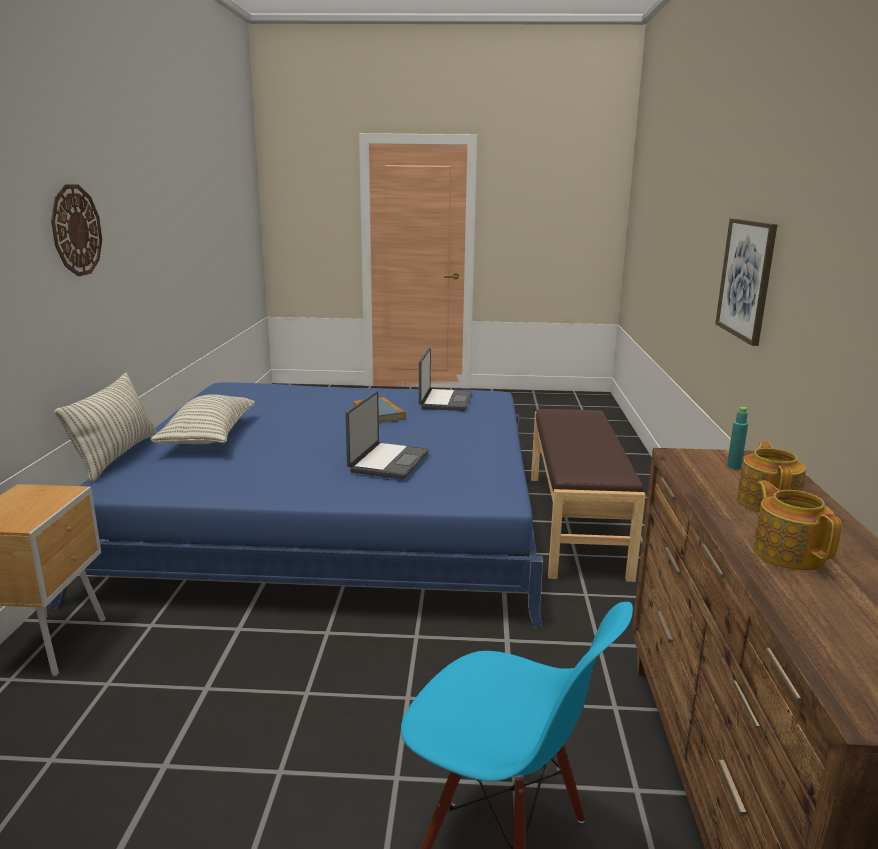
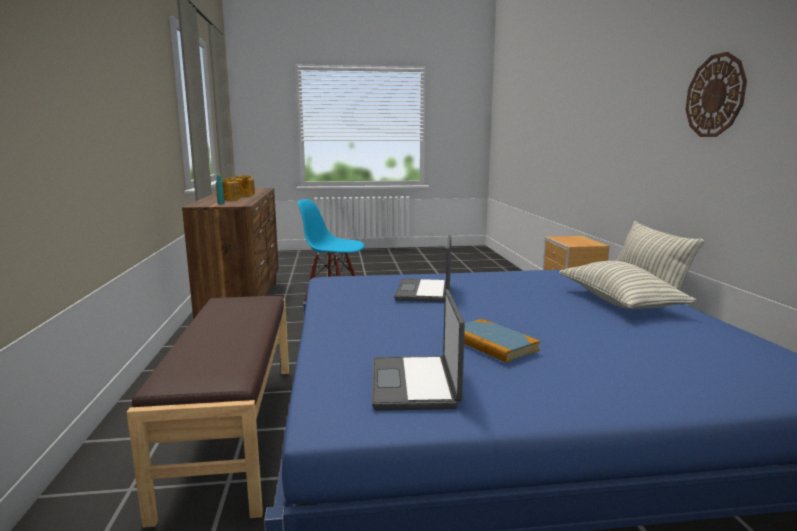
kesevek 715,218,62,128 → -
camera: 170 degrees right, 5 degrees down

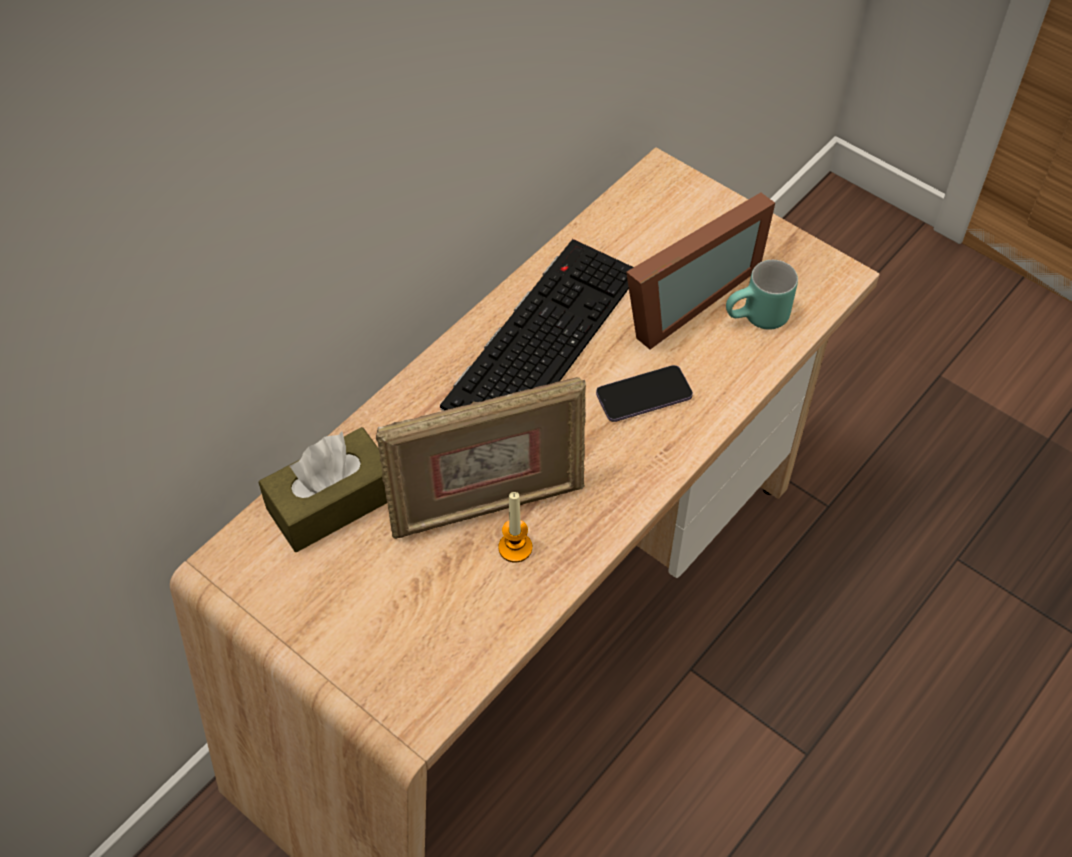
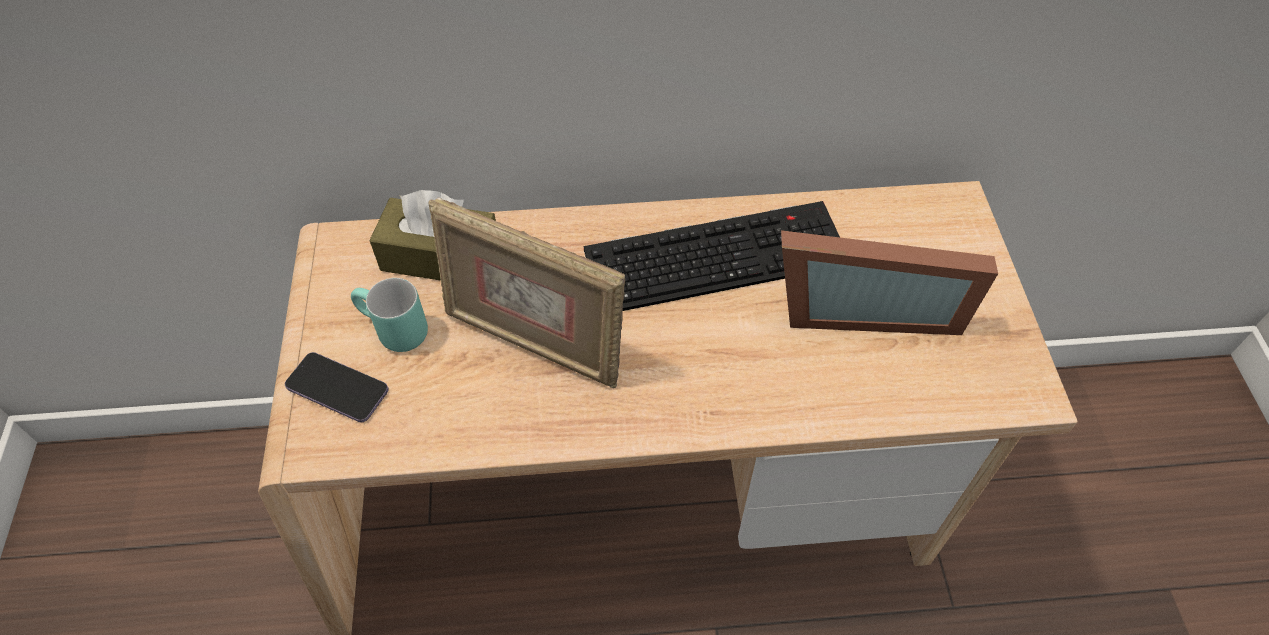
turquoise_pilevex 726,260,72,70 → turquoise_pilevex 351,278,77,74, relocated
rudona 596,365,97,57 → rudona 285,352,104,70, relocated
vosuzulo 498,492,34,71 → -
camera: 45 degrees right, 0 degrees up

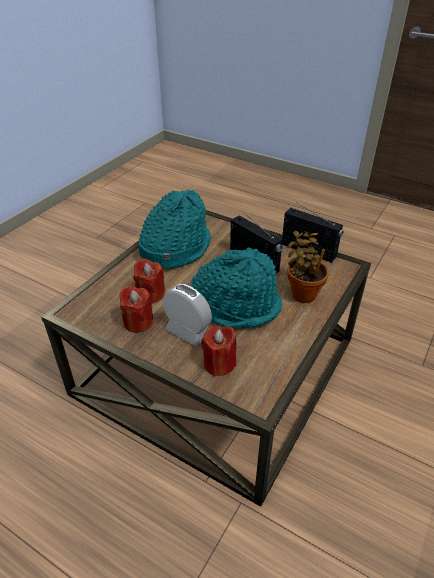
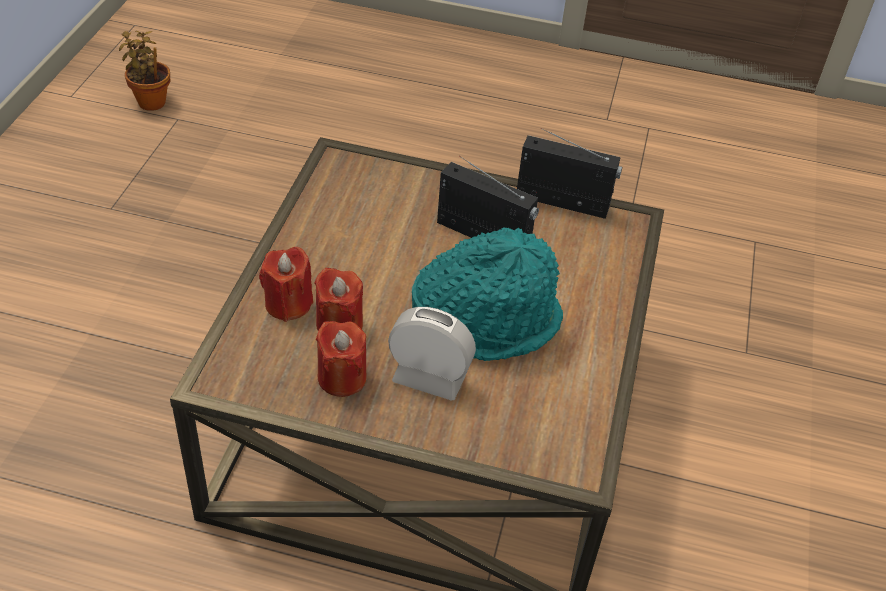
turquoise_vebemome 138,189,73,80 → -
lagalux 287,231,42,72 → lagalux 119,31,51,80, relocated
red_vosuzulo 201,326,36,51 → red_vosuzulo 259,247,54,75, relocated
camera: 20 degrees left, 5 degrees up

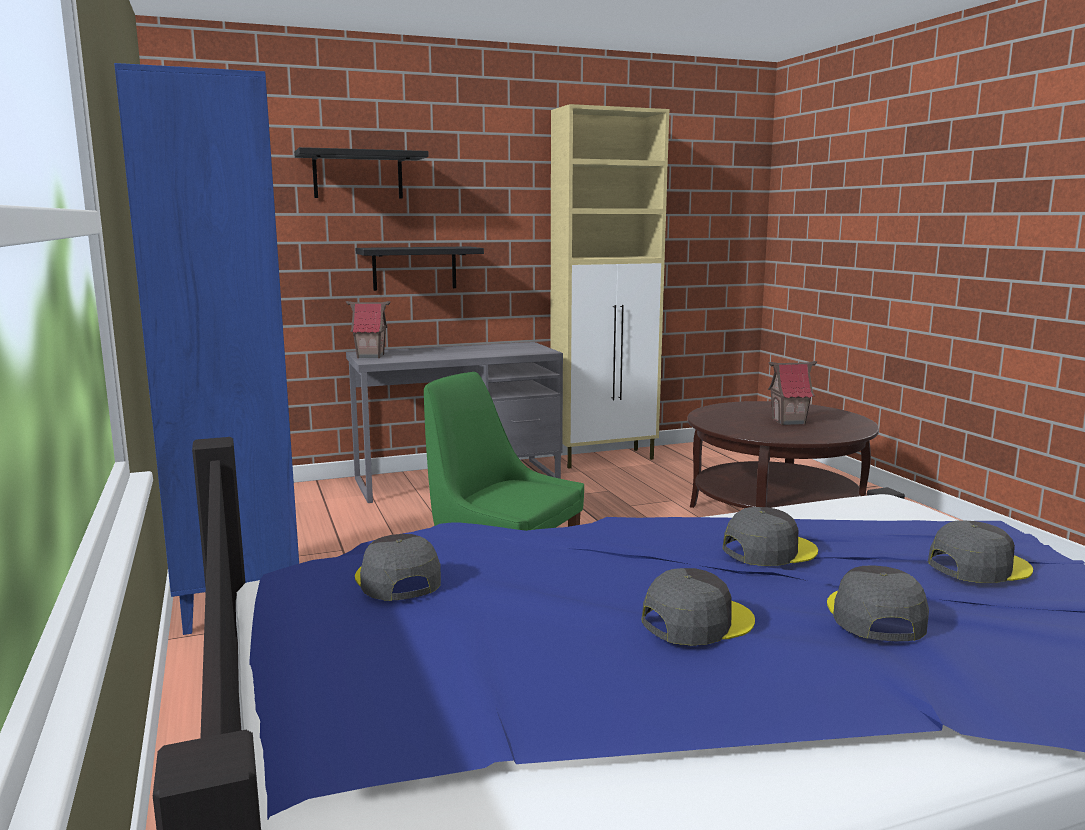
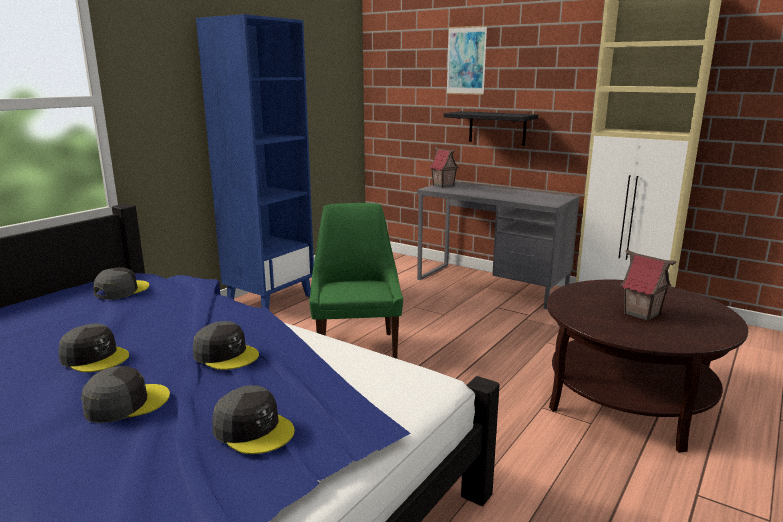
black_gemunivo 294,147,135,52 → kesevek 446,25,41,70
camera: 55 degrees right, 5 degrees up

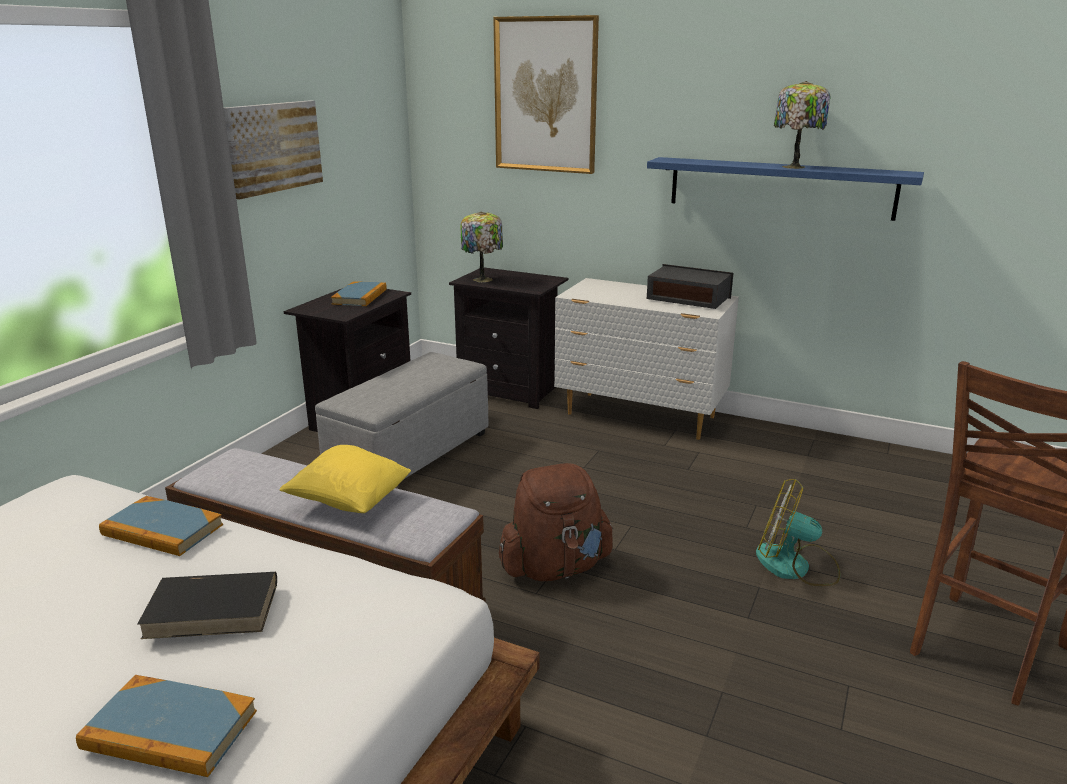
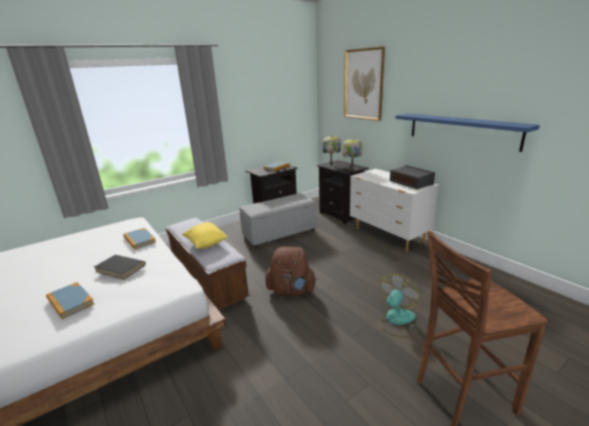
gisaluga 774,81,56,88 → gisaluga 343,139,19,32, relocated
kesevek 224,100,99,100 → -
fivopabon 756,479,84,107 → fivopabon 380,274,40,64, 75 degrees clockwise
camera: 30 degrees right, 0 degrees up

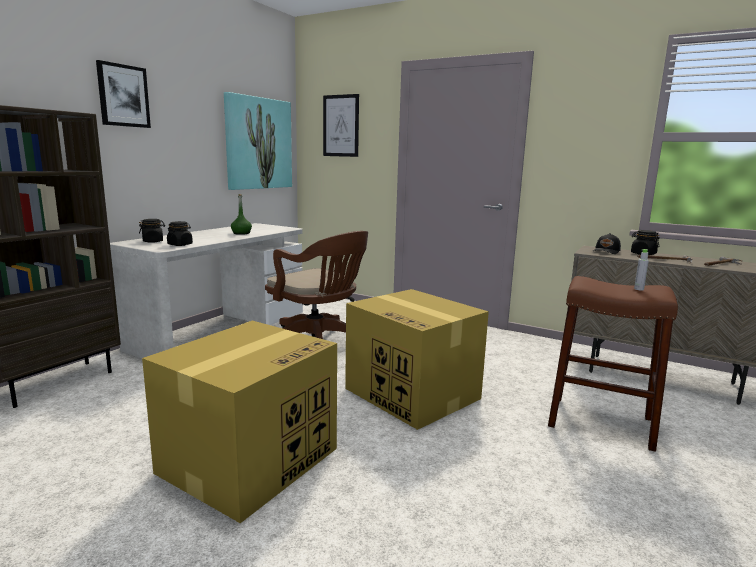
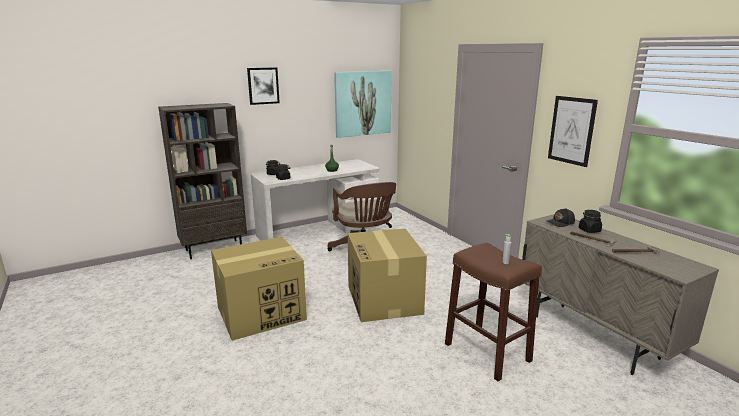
kesevek 323,94,36,63 → kesevek 548,96,50,71, relocated
camera: 30 degrees right, 5 degrees up

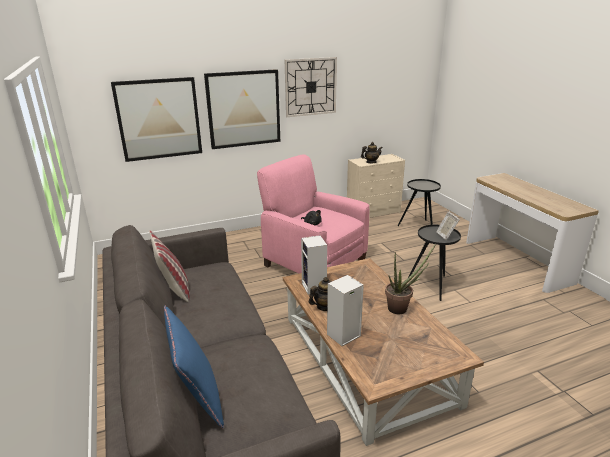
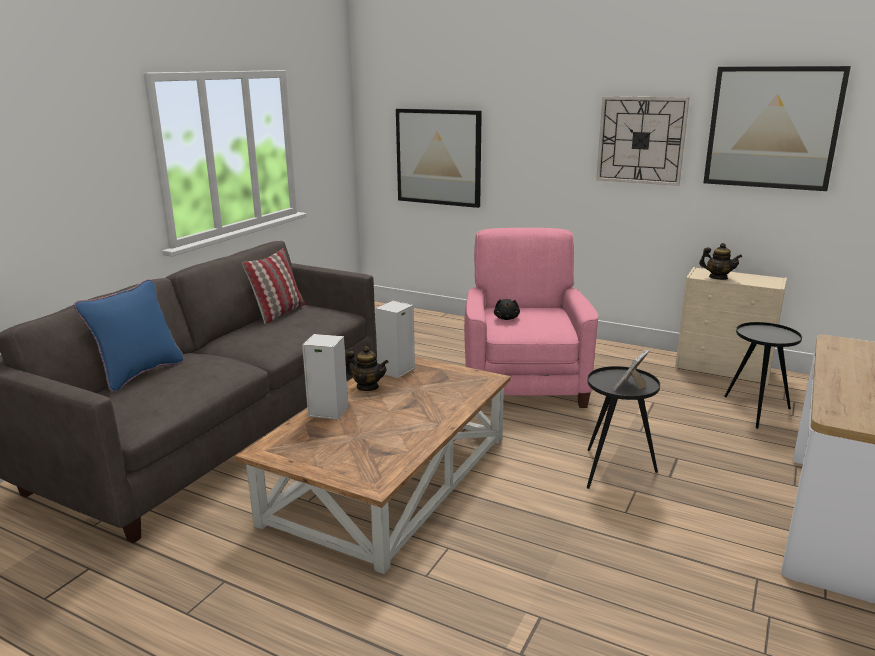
kesevek 204,69,76,80 → kesevek 703,66,148,125, relocated
lagalux 385,244,51,70 → -
camera: 50 degrees right, 5 degrees down

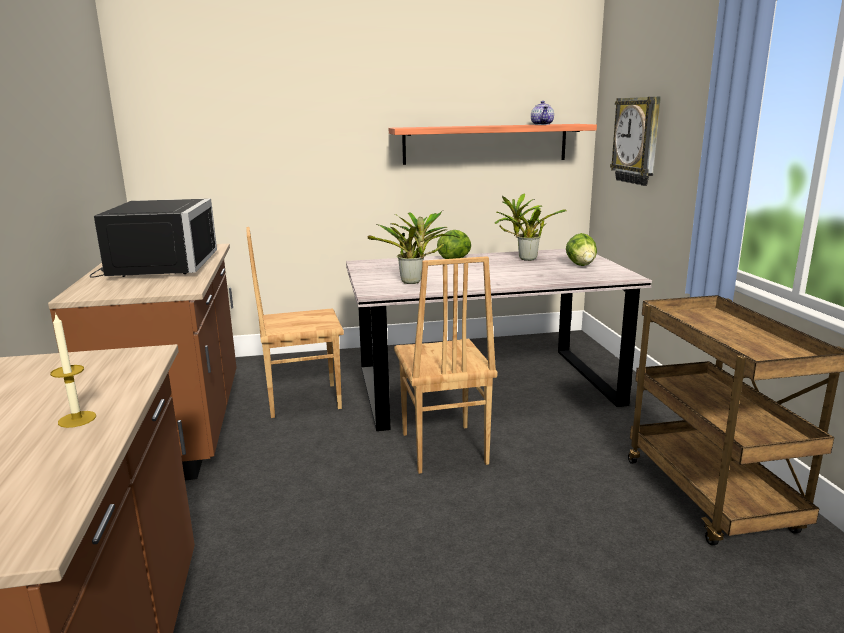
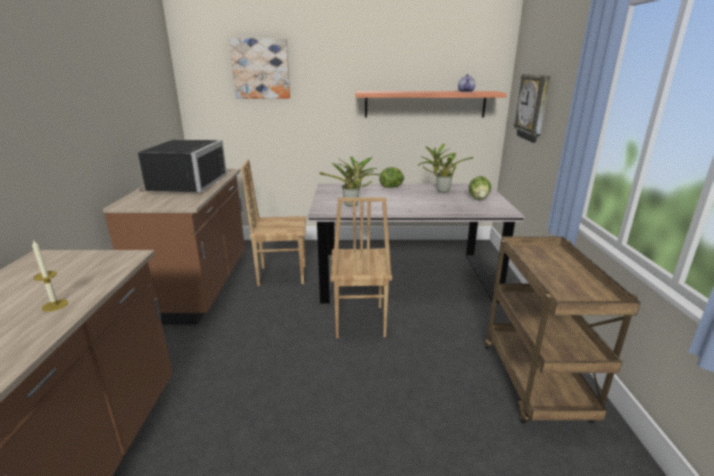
- → kesevek 229,38,61,60
camera: 10 degrees right, 5 degrees up

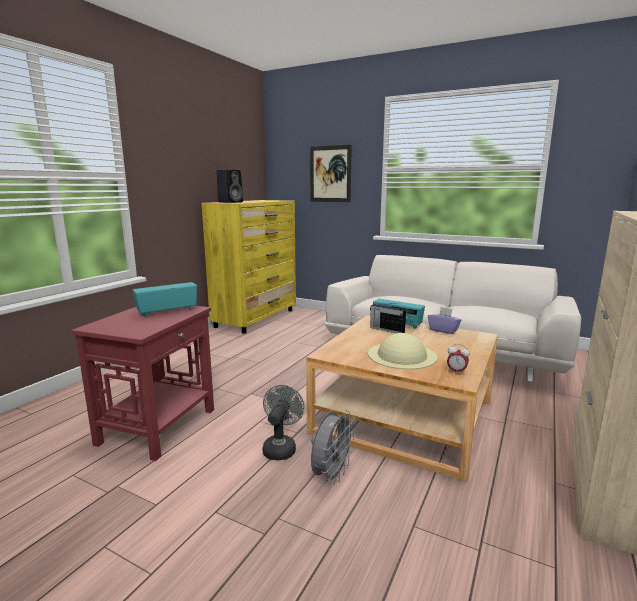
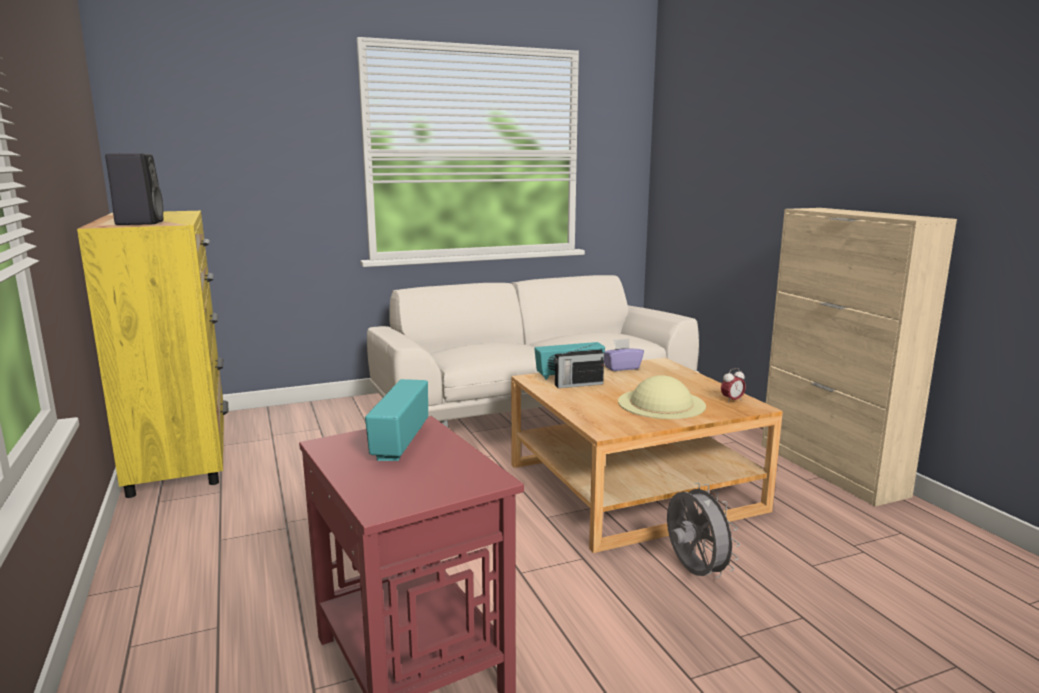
kesevek 310,145,42,57 → -
grey_fivopabon 262,385,42,76 → -
camera: 50 degrees left, 0 degrees up

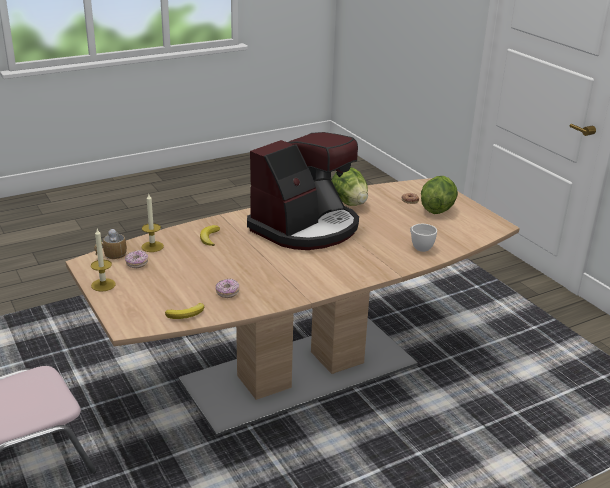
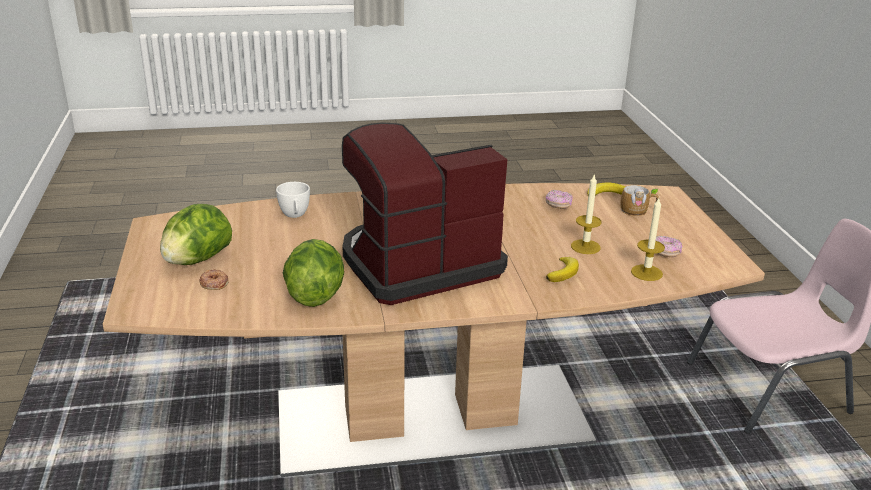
vosuzulo 91,229,25,62 → vosuzulo 571,175,31,79, relocated
pilevex 94,229,33,30 → pilevex 620,185,39,31, relocated
camera: 160 degrees left, 0 degrees up

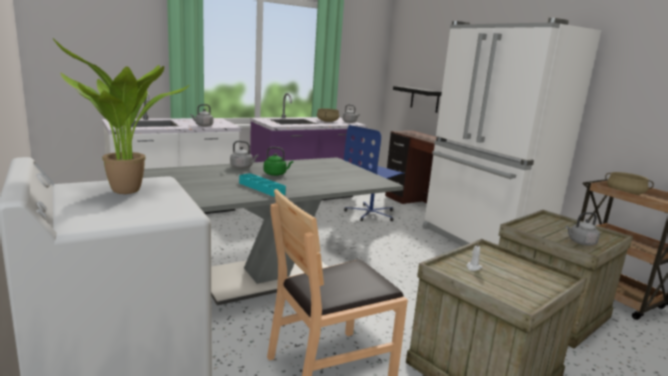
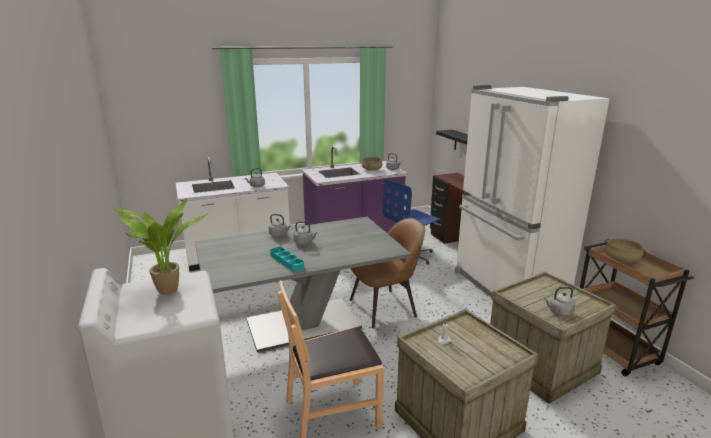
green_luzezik 264,147,29,29 → grey_luzezik 294,221,24,24
- → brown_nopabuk 350,218,75,110
camera: 10 degrees right, 5 degrees up

